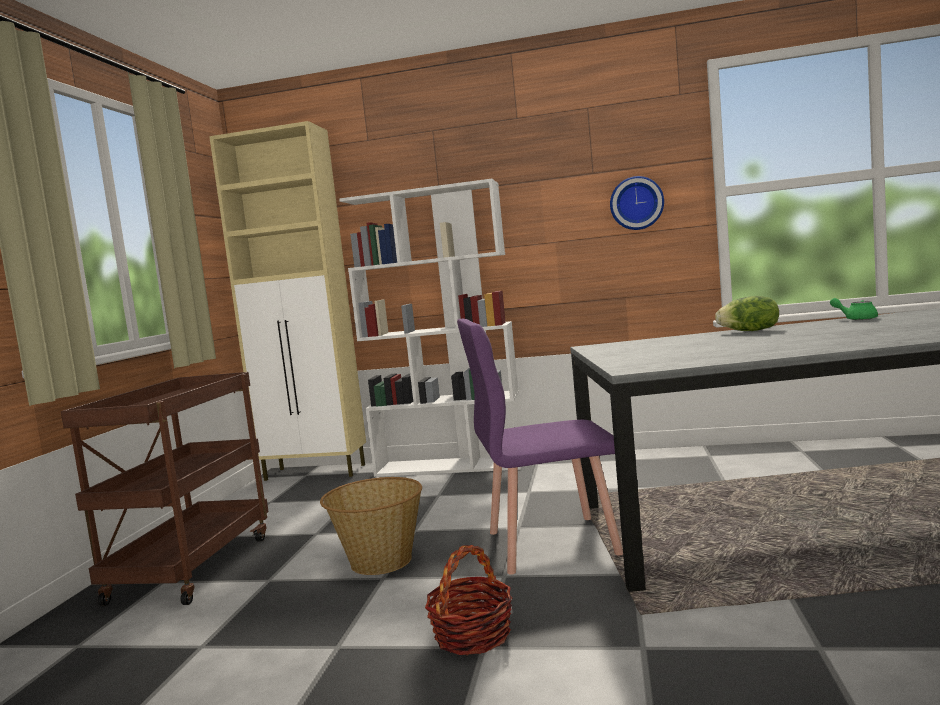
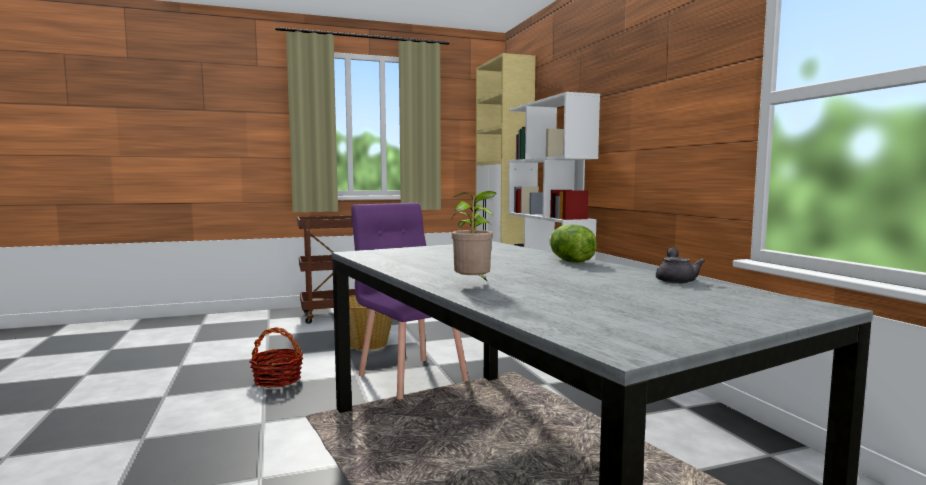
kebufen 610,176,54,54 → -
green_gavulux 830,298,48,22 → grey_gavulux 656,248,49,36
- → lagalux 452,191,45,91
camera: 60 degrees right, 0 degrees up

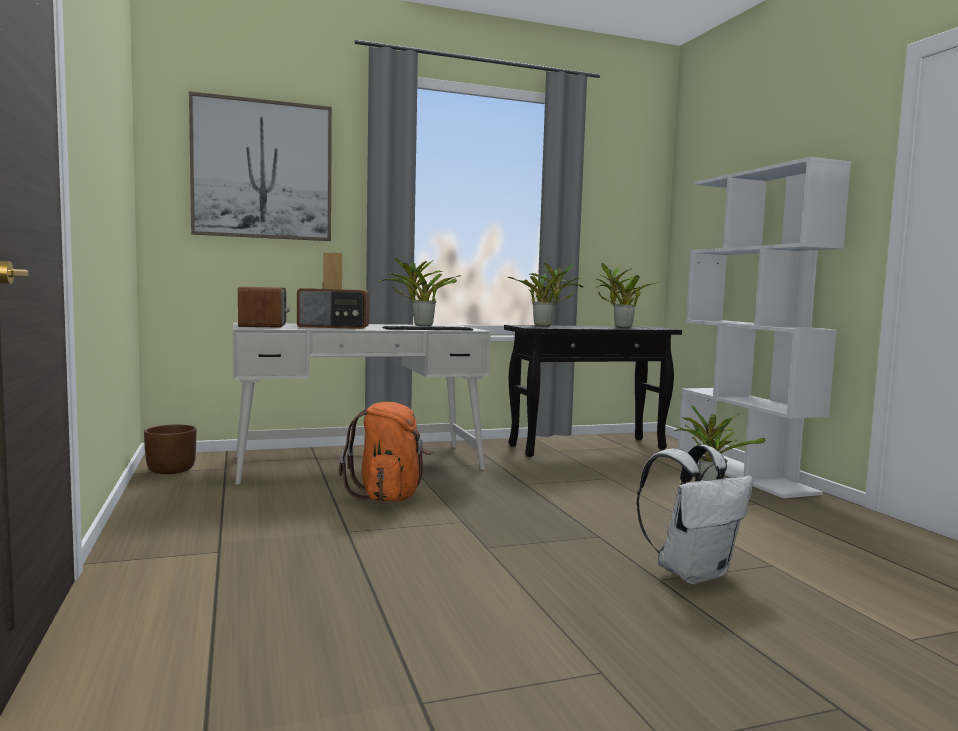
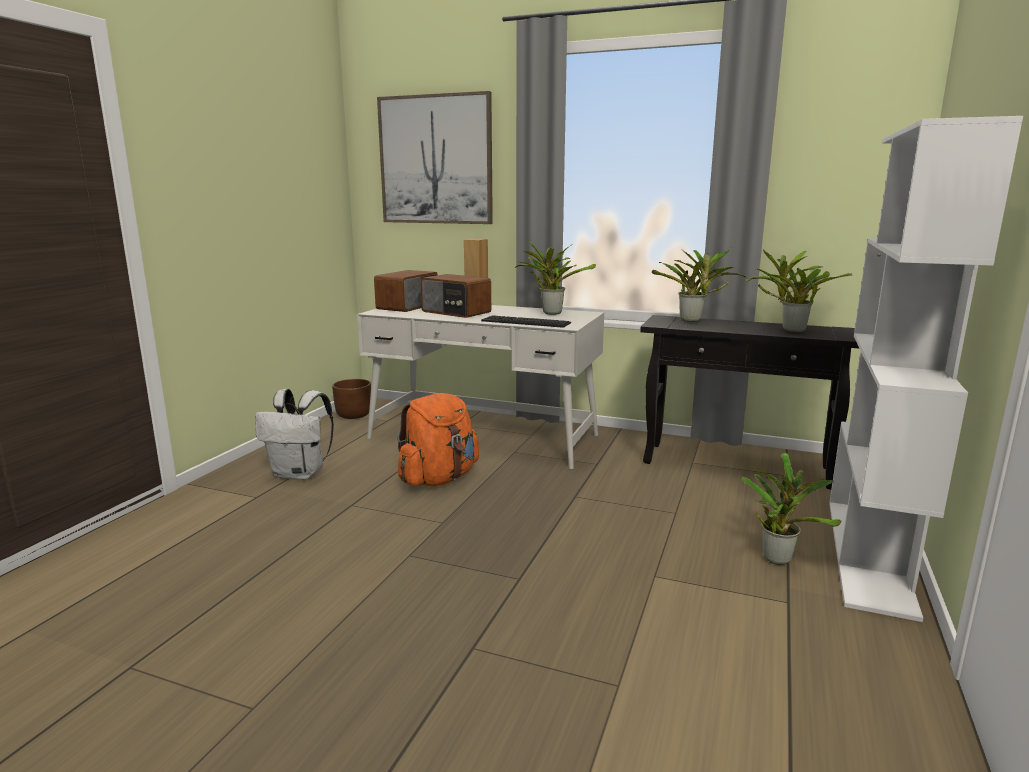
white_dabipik 636,445,117,139 → white_dabipik 255,389,79,91, relocated
camera: 40 degrees right, 10 degrees up

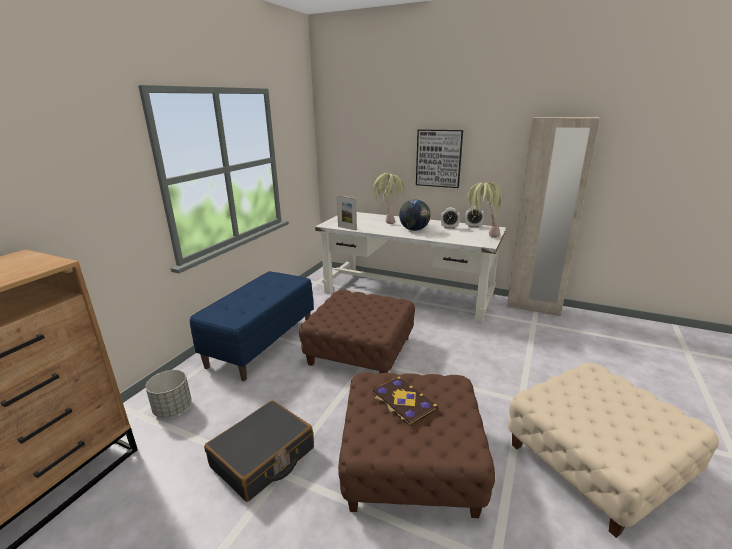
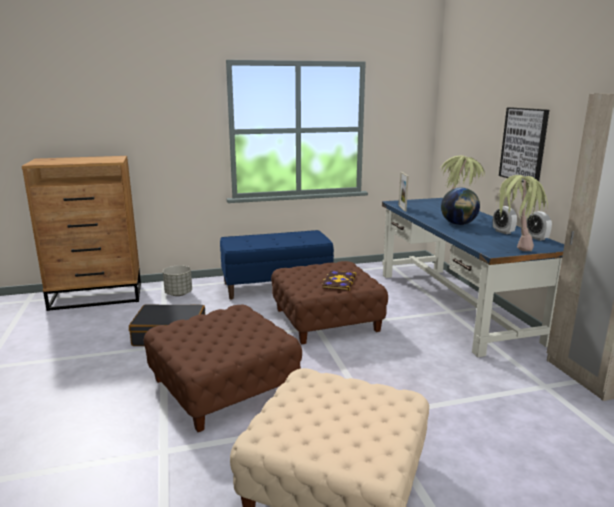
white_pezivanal 315,212,192,112 → blue_pezivanal 382,198,182,159
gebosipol 372,377,66,49 → gebosipol 322,271,34,20, relocated
camera: 50 degrees right, 5 degrees down

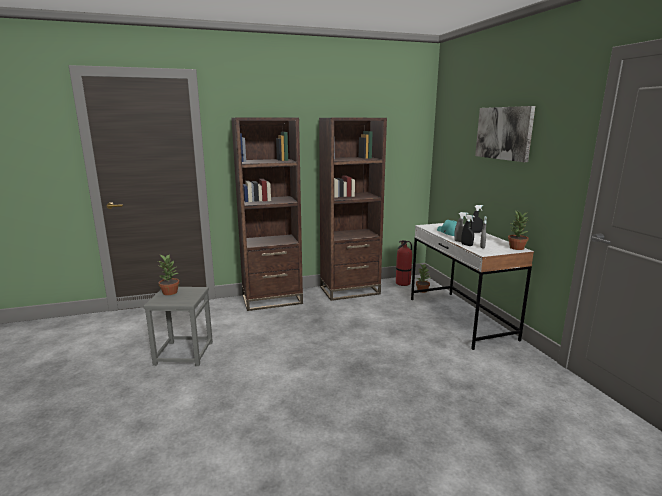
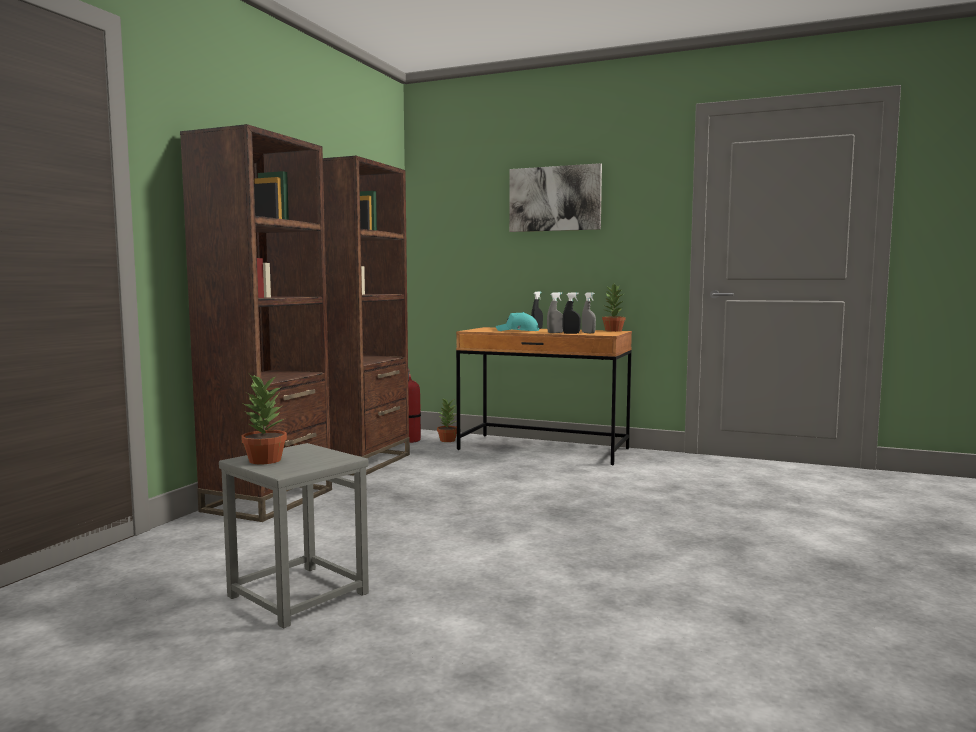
white_pezivanal 411,223,123,127 → brown_pezivanal 456,327,176,138
camera: 50 degrees left, 10 degrees down

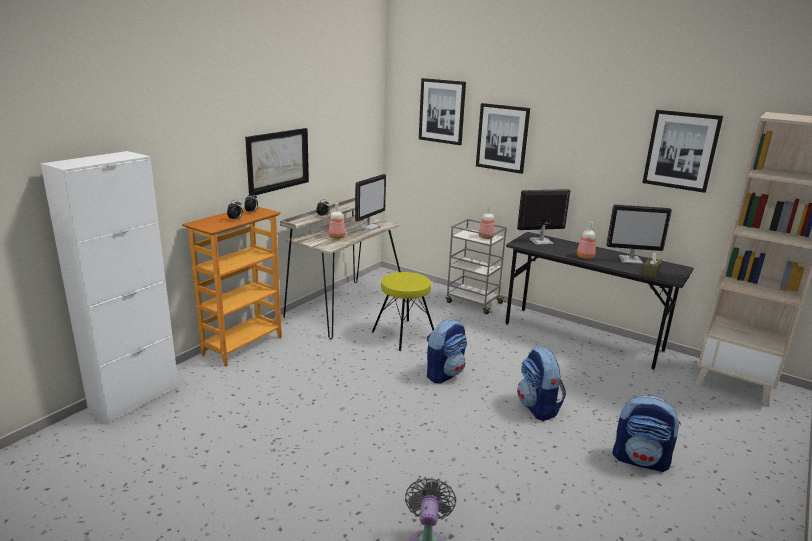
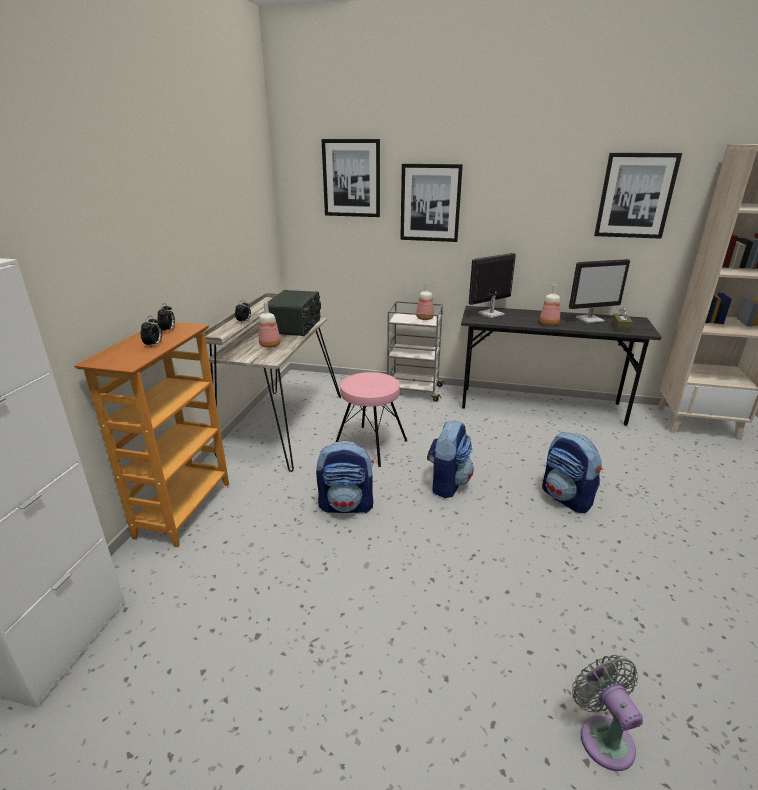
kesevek 245,128,64,68 → -
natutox 355,174,31,57 → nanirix 267,290,54,46
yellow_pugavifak 372,272,62,79 → pink_pugavifak 336,372,71,95
dabipik 612,395,69,77 → dabipik 316,440,58,73, relocated
camera: 20 degrees left, 5 degrees up

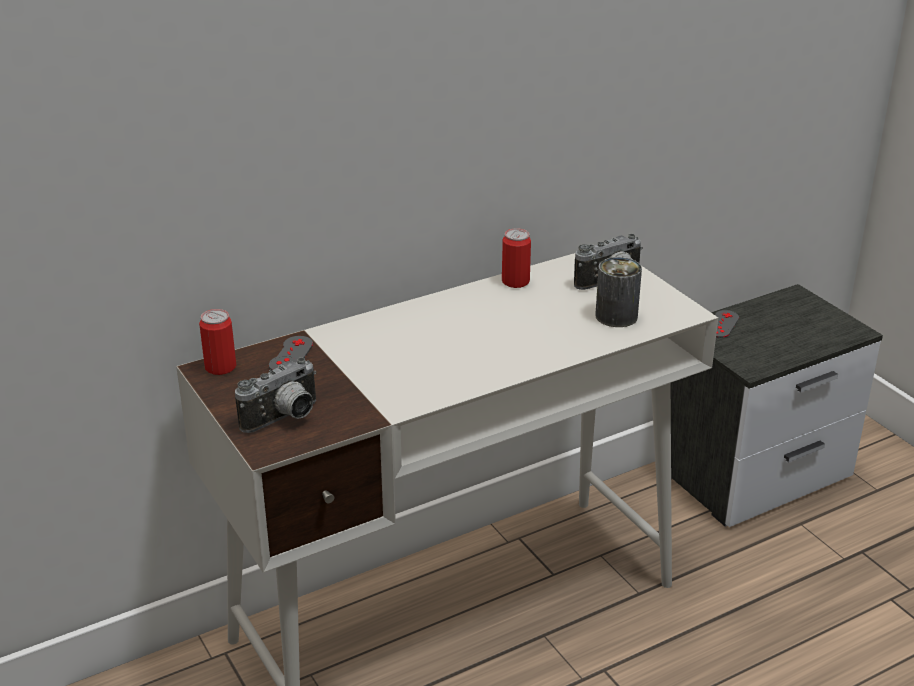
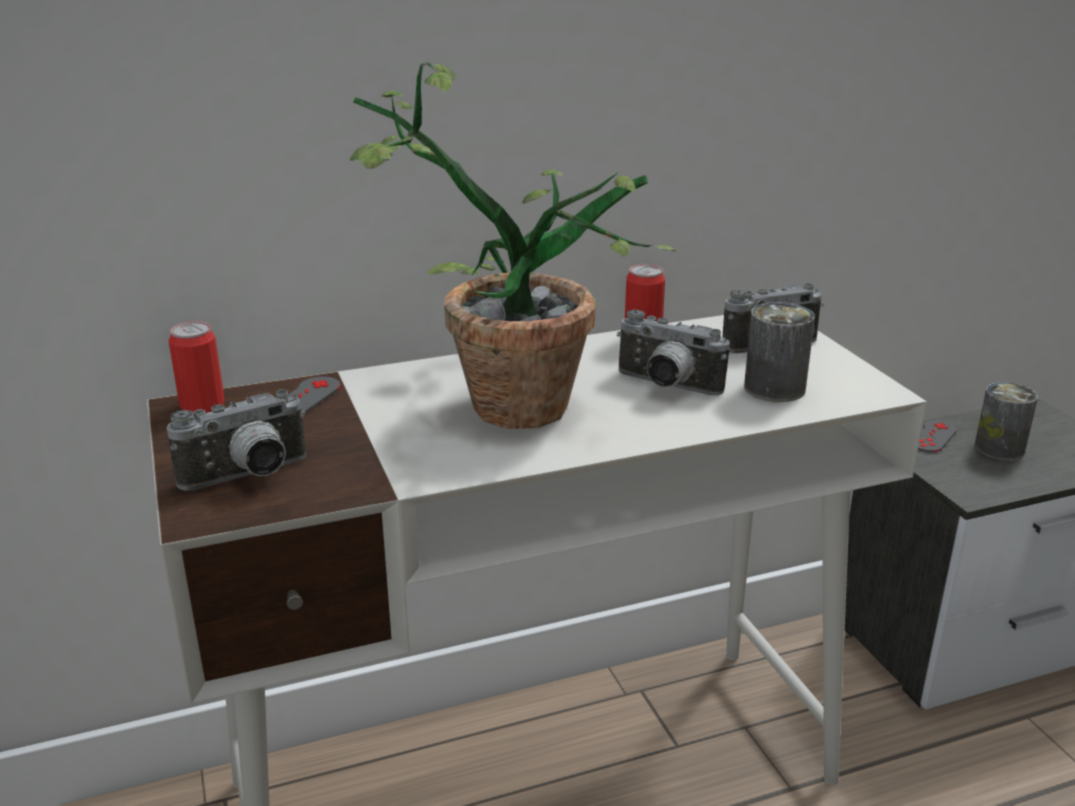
- → lagalux 350,63,326,366
- → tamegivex 617,310,113,86
- → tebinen 974,382,64,79
camera: 10 degrees right, 5 degrees down

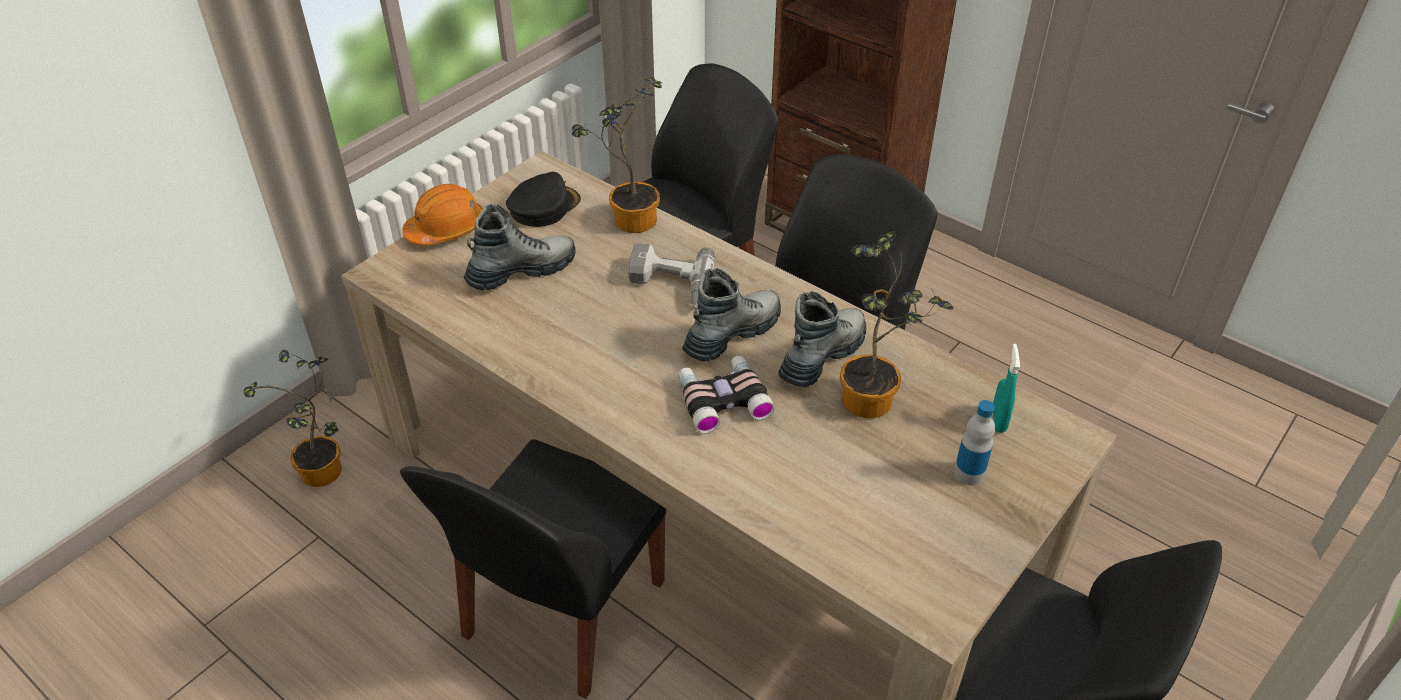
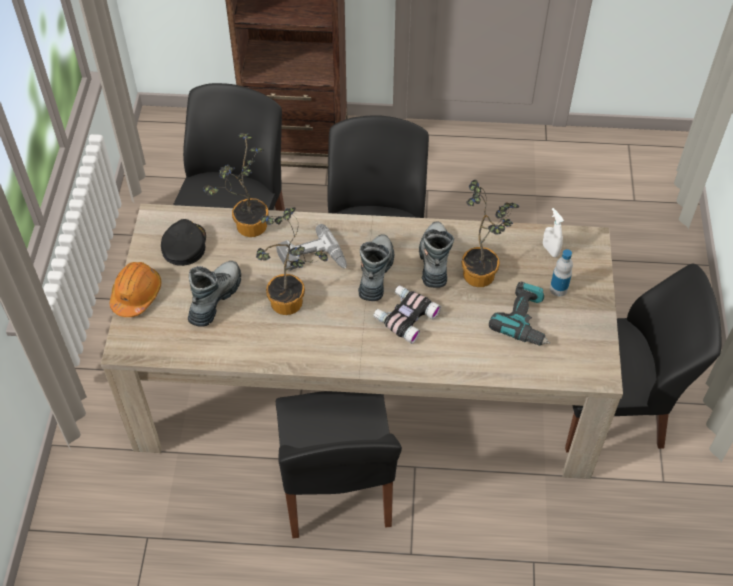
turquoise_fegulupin 993,344,27,89 → white_fegulupin 543,208,21,49
lagalux 244,350,98,137 → lagalux 256,207,72,108, relocated
- → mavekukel 489,282,61,64
camera: 35 degrees left, 10 degrees up

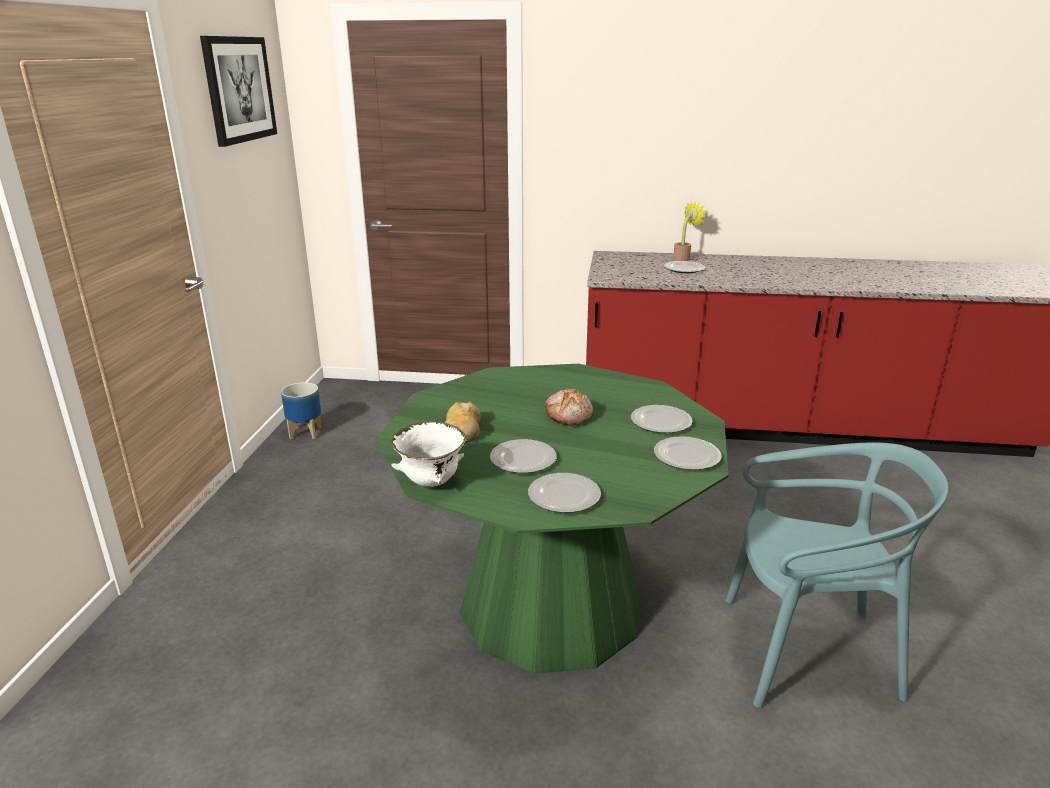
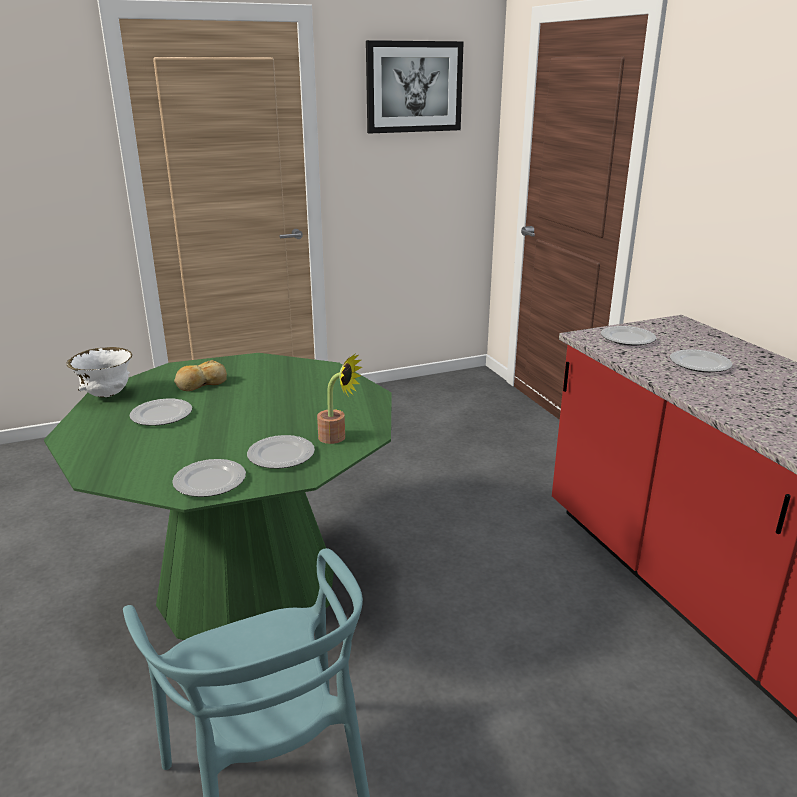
lagalux 673,201,33,60 → lagalux 317,354,45,90, relocated
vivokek 281,382,41,57 → -
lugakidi 545,389,49,37 → -
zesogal 528,473,73,40 → zesogal 601,326,55,20, relocated
camera: 60 degrees right, 0 degrees up

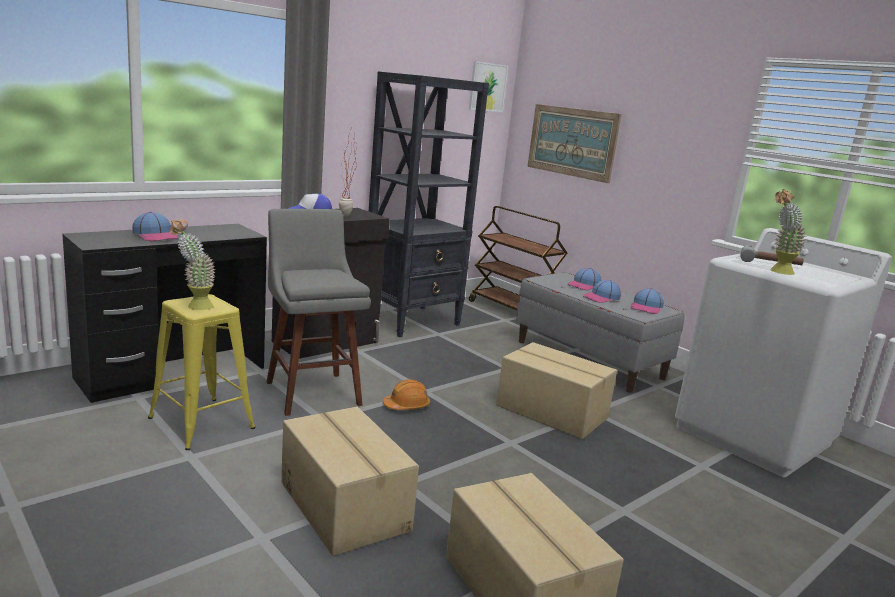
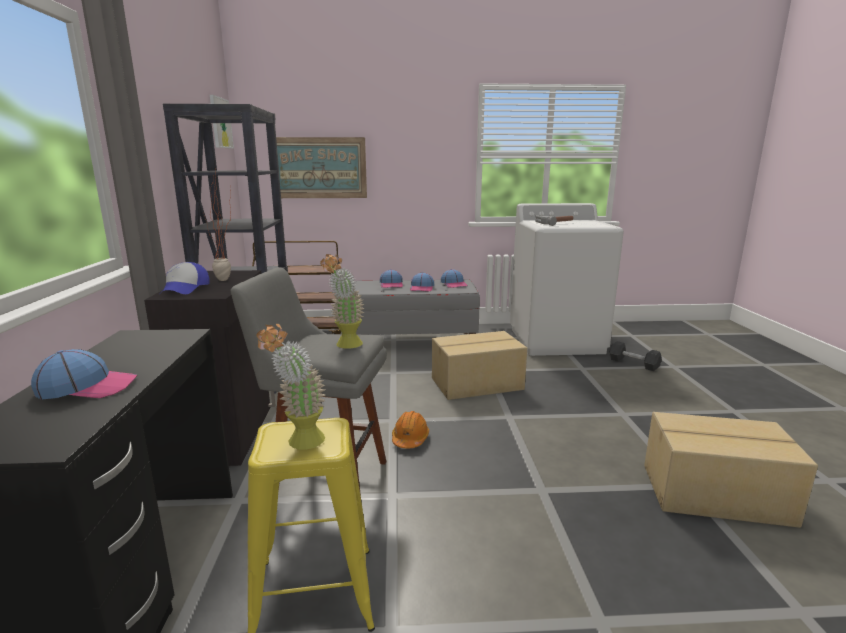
lagalux 770,189,36,86 → lagalux 320,254,45,95, relocated
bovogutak 281,407,138,149 → -
- → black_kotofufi 609,341,53,30
camera: 50 degrees left, 0 degrees up

